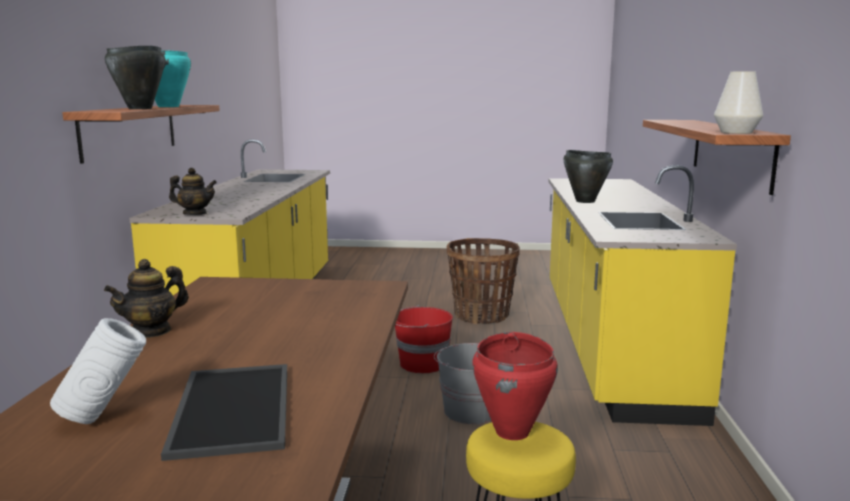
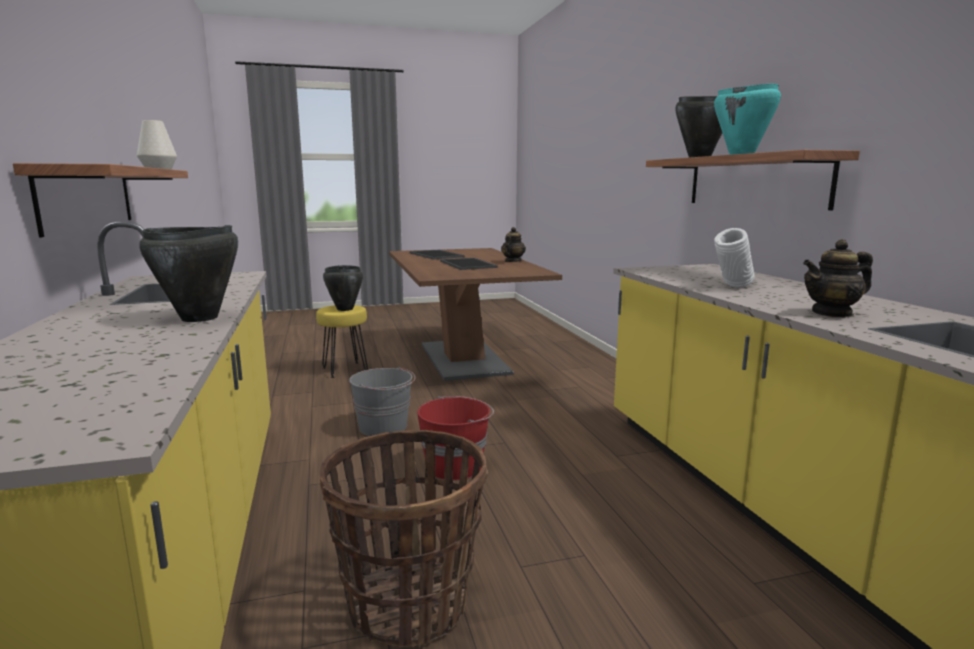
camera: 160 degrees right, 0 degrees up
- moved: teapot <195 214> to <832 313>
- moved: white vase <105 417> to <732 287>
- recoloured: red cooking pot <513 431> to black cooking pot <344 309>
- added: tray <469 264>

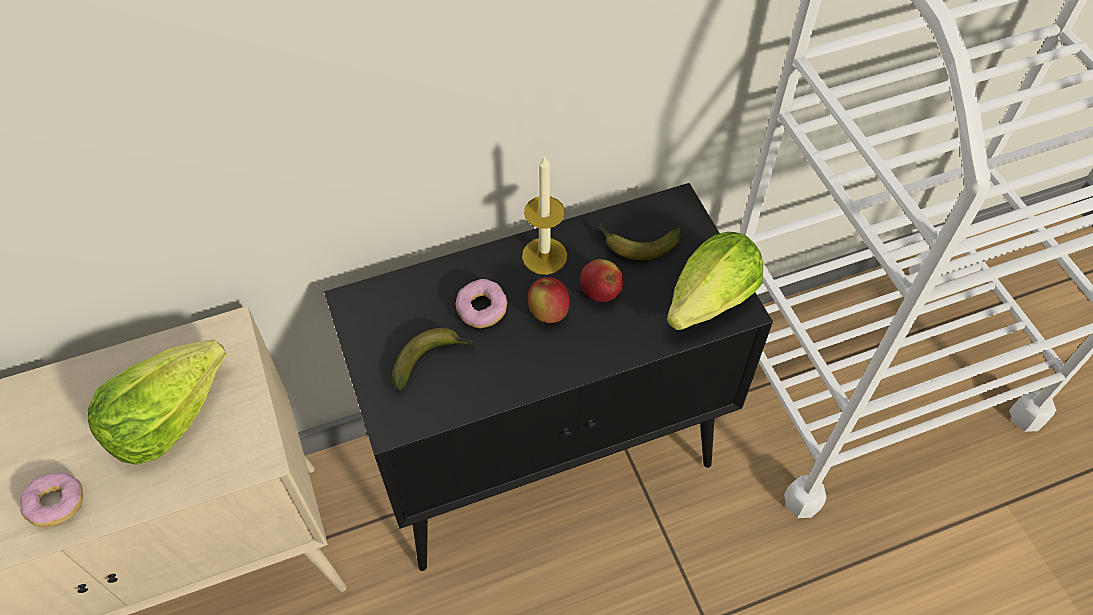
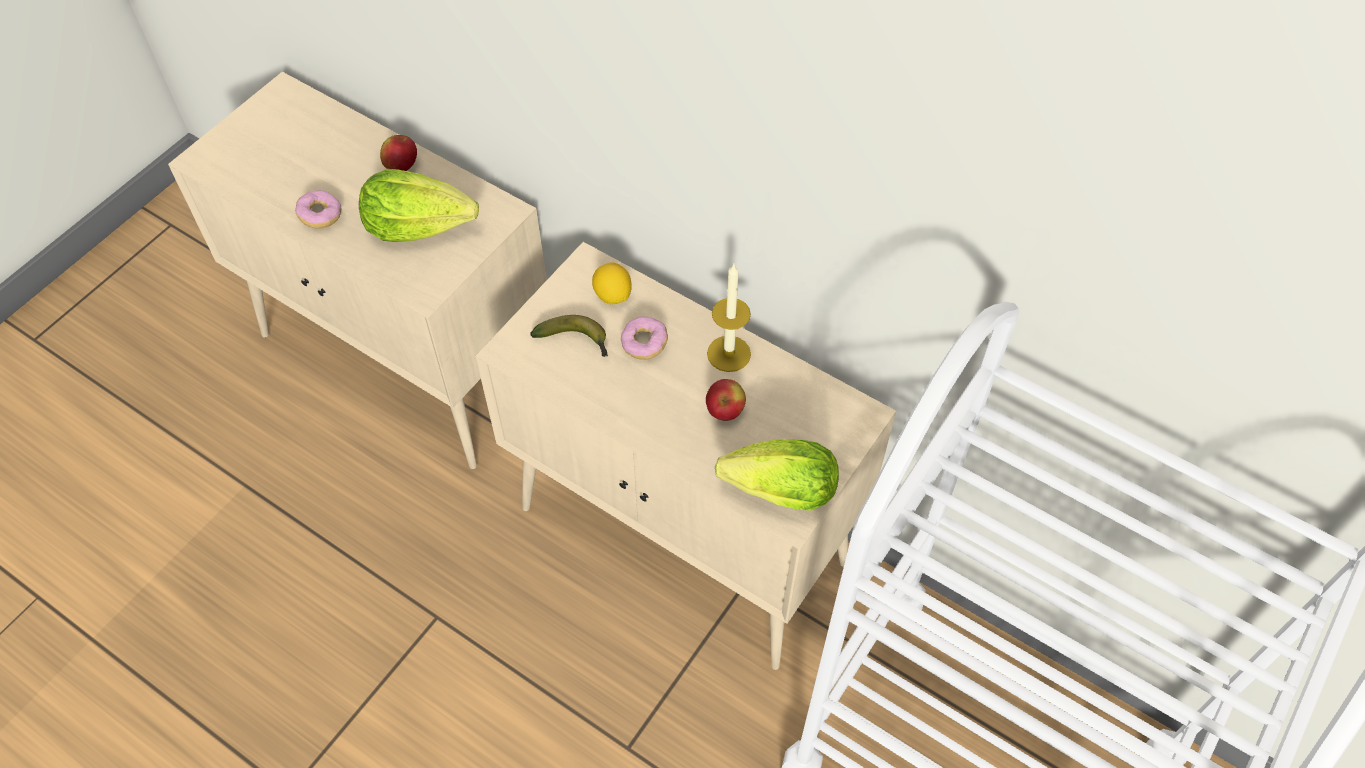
camera: 55 degrees right, 0 degrees up
- recoloured: black cabinet <549 457> to beige cabinet <686 537>
- removed: banana <636 244>
- moved: apple <548 312> to <402 166>
- added: lemon <613 295>

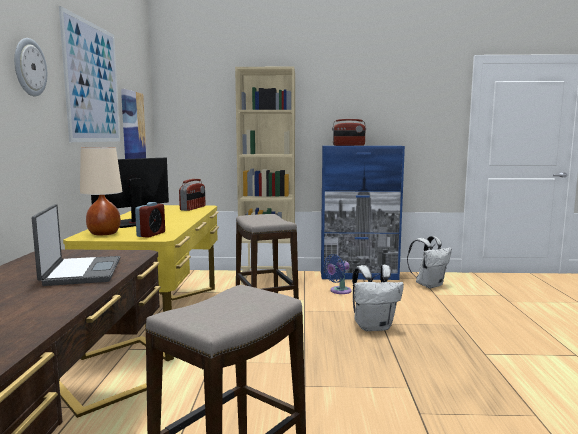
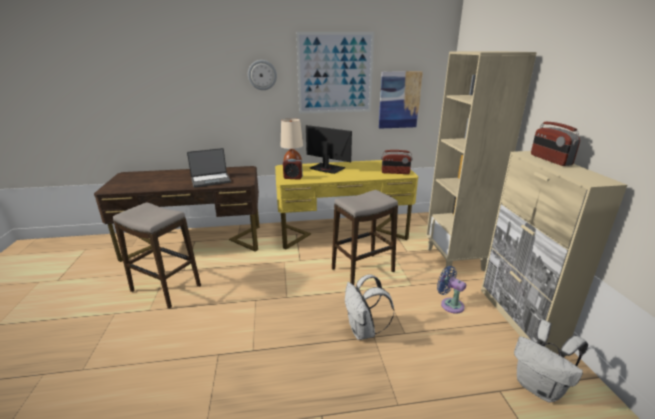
camera: 80 degrees right, 15 degrees up
- recoloured: blue cabinet <359 276> to beige cabinet <519 318>

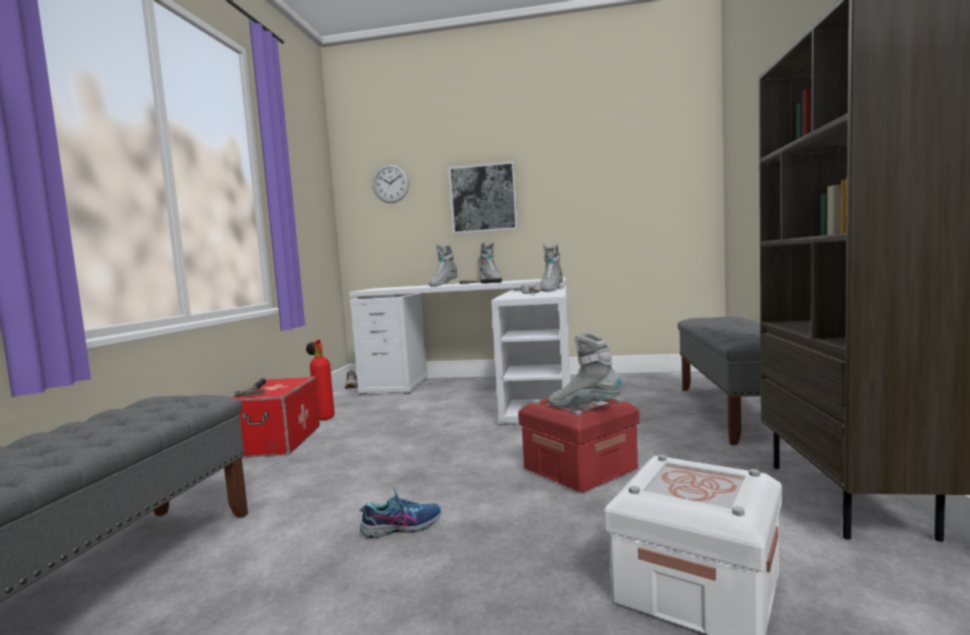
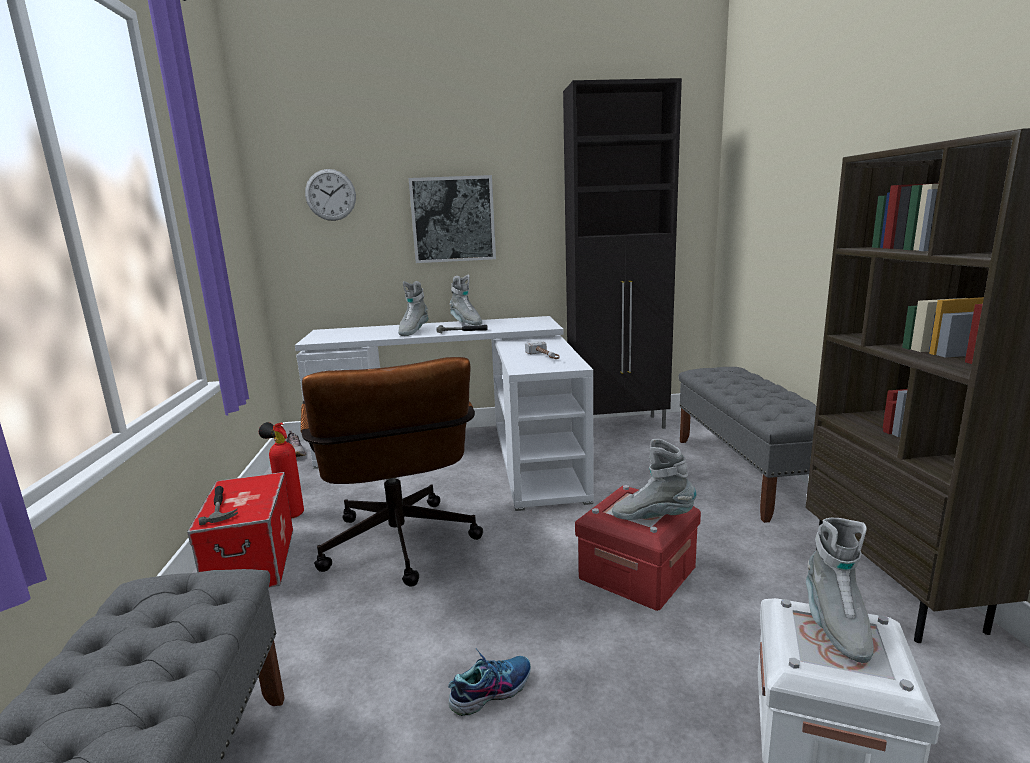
camera: 15 degrees left, 10 degrees up
- moved: grey boot <551 290> to <834 624>
- added: black cabinet <619 425>
- added: brown office chair <400 550>

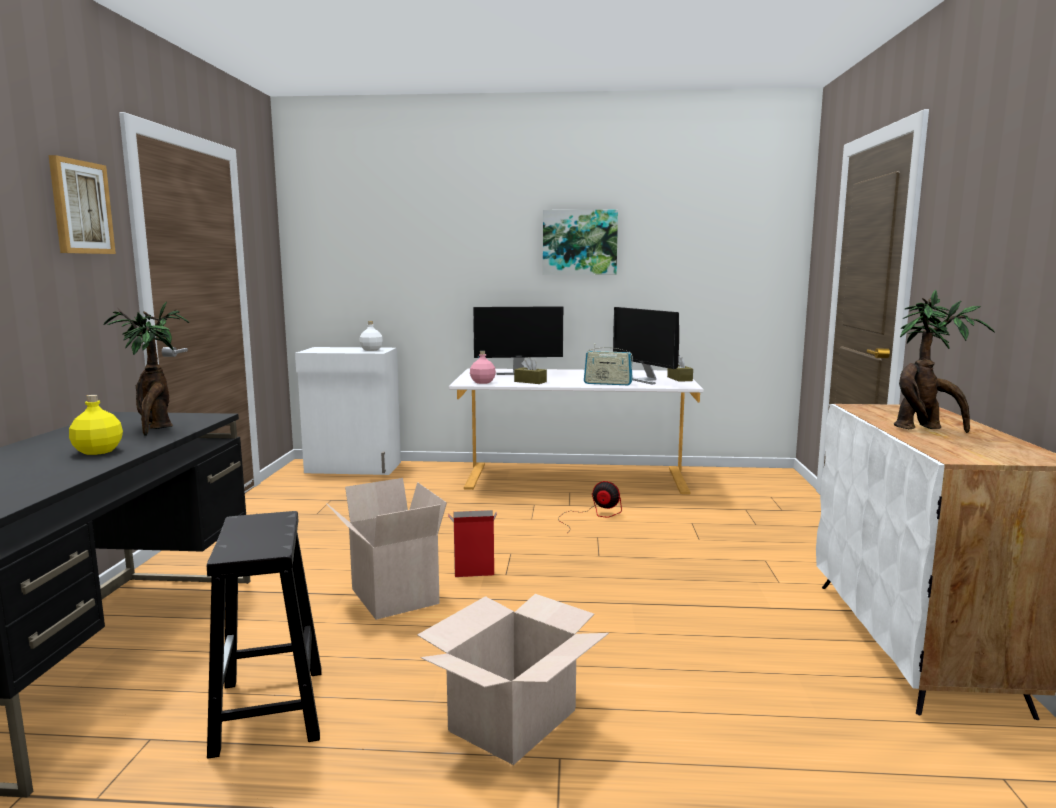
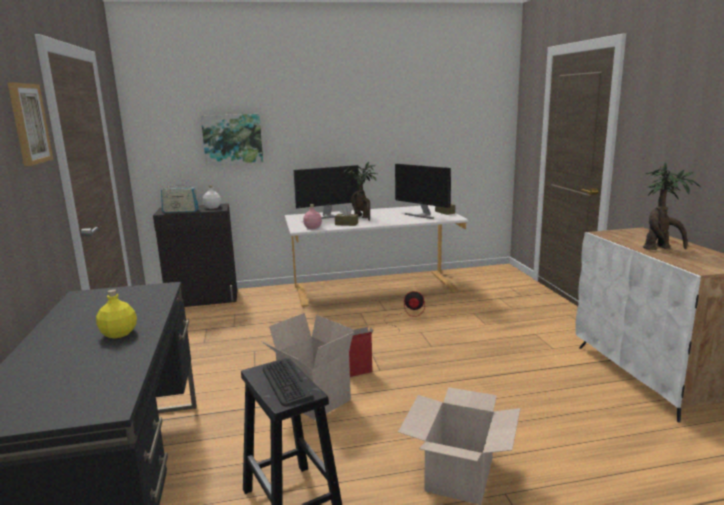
camera: 15 degrees left, 5 degrees up
- moved: picture <579 242> to <232 139>
- moved: potted plant <156 428> to <362 218>
- moved: radio <608 383> to <180 211>
- recoloured: white cabinet <353 468> to black cabinet <203 299>
- added: keyboard <286 382>

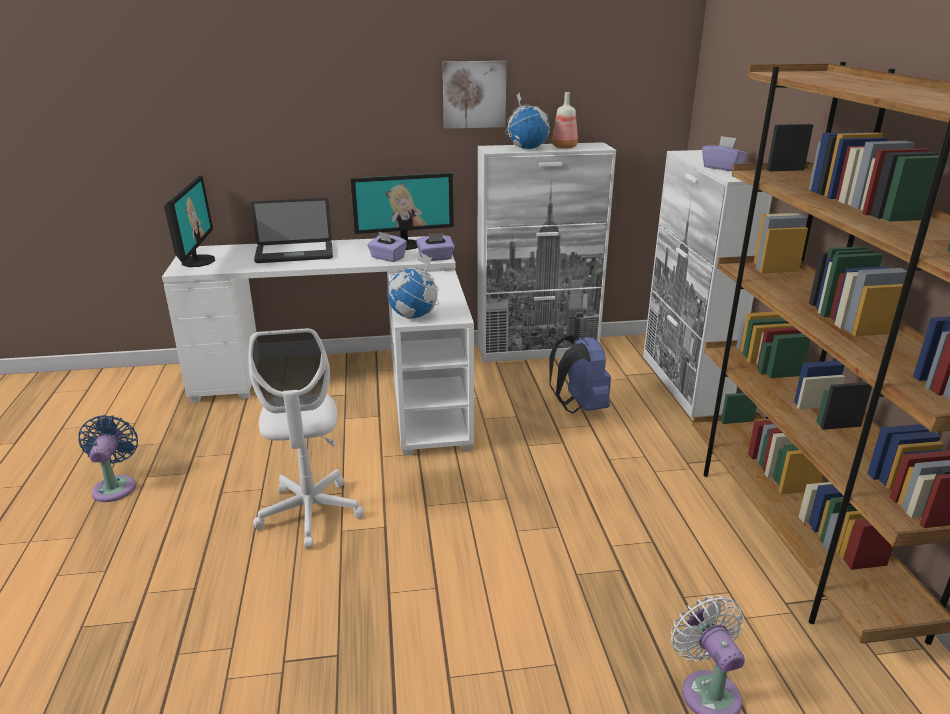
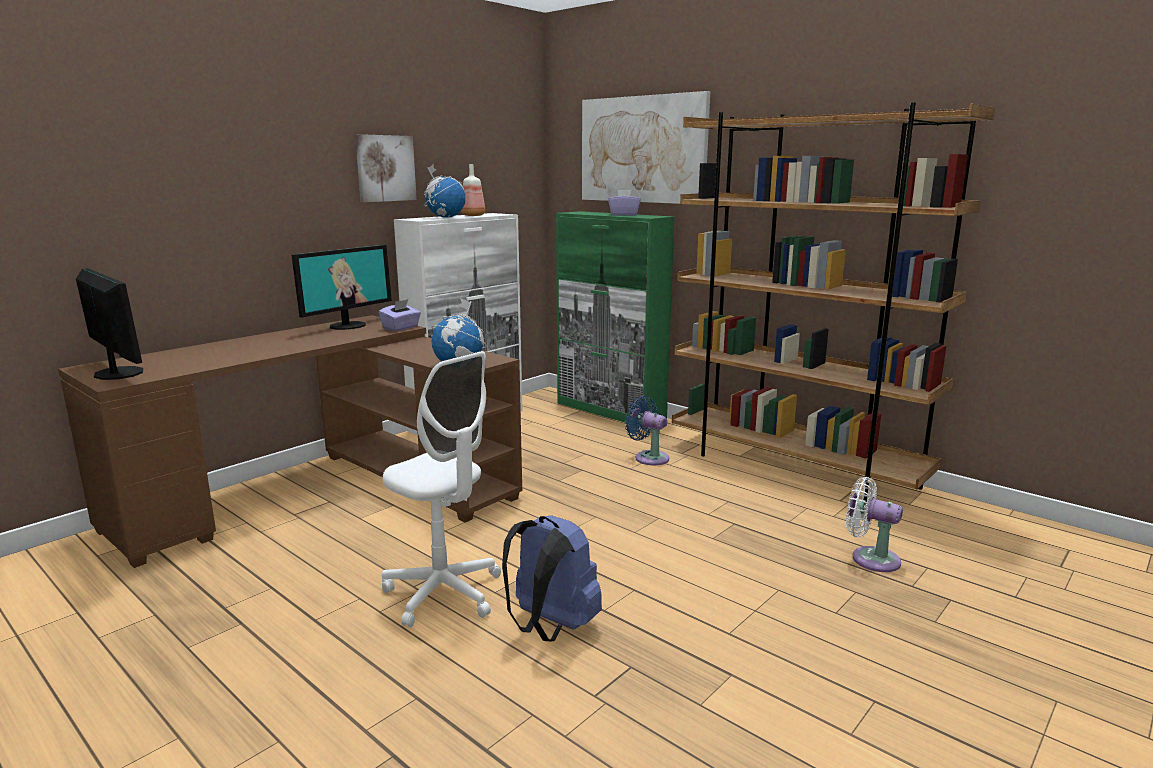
camera: 40 degrees left, 10 degrees down
- recoloured: white cabinet <684 383> to green cabinet <610 411>
- removed: laptop <294 254>
- removed: purple tissue box <387 258>
- recoloured: white desk <353 385> to brown desk <326 492>
- moved: blue backpack <579 407> to <550 627>
- moved: blue fan <115 486> to <648 457>
- added: picture <642 149>

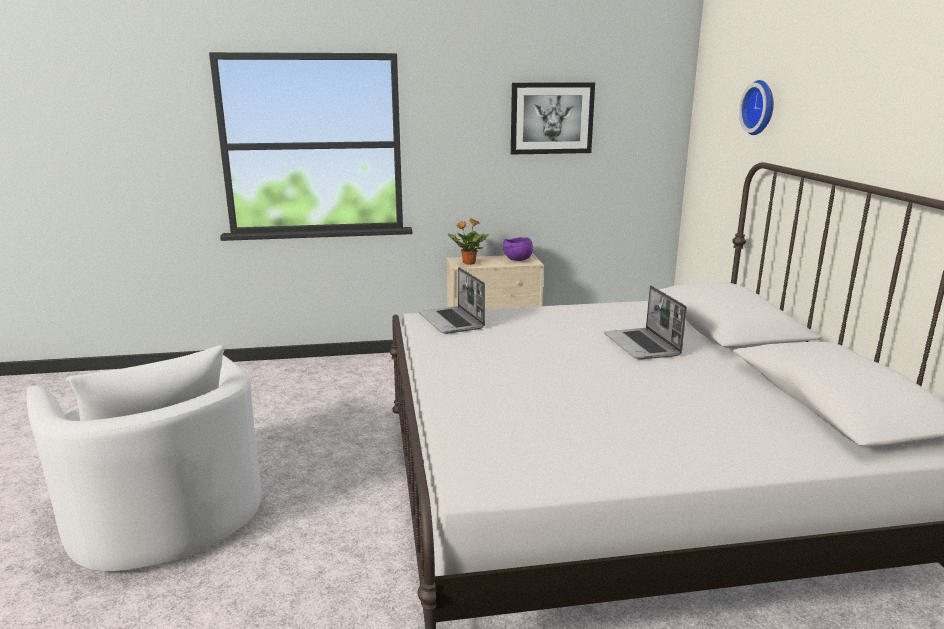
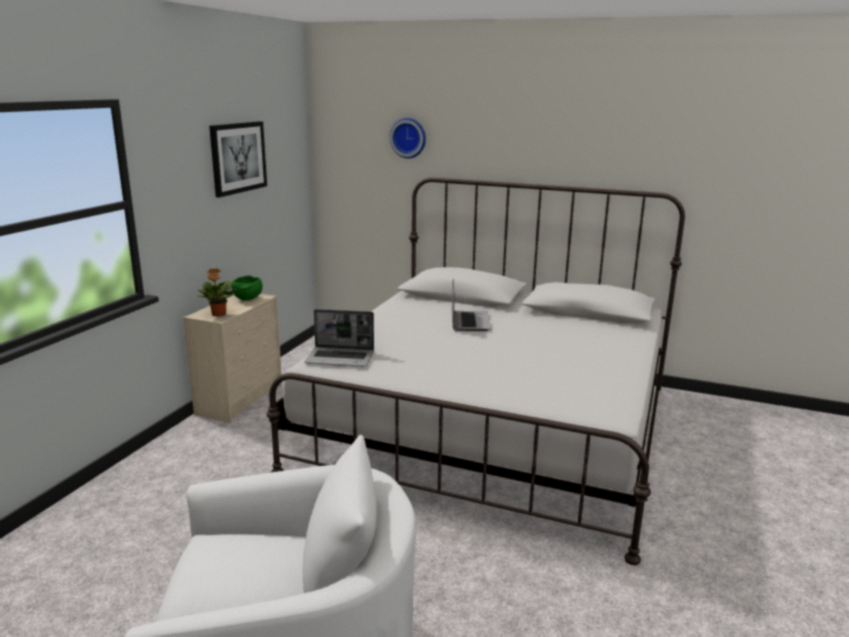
camera: 60 degrees left, 0 degrees up
- recoloured: purple bowl <517 260> to green bowl <248 299>
- turned: laptop <642 345> = <469 322> 105 degrees counterclockwise

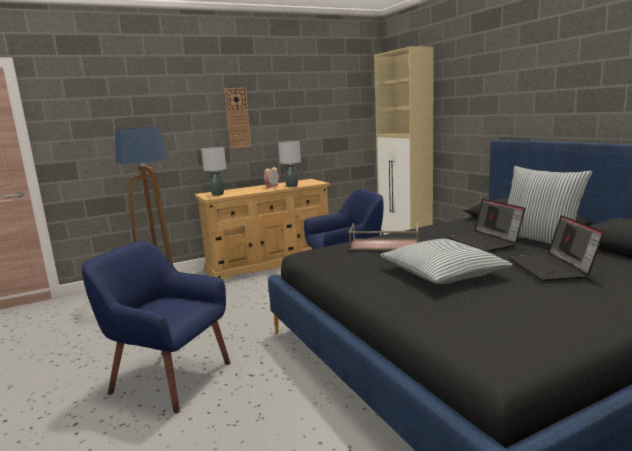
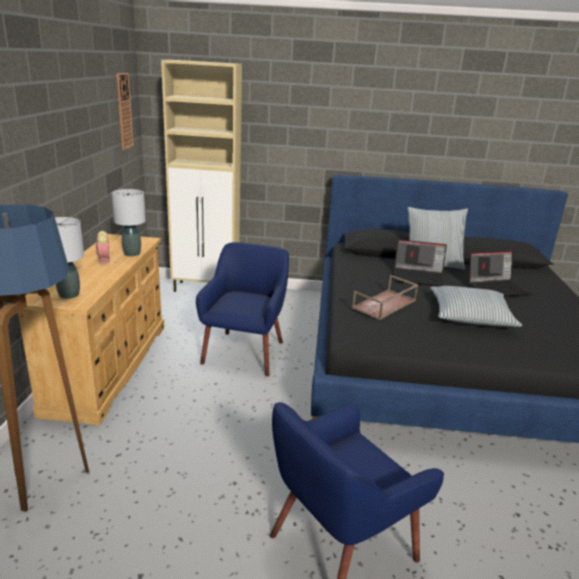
camera: 60 degrees left, 10 degrees up
- moved: wall clock <237 118> to <124 111>
- turned: laptop <552 268> = <497 288> 45 degrees counterclockwise

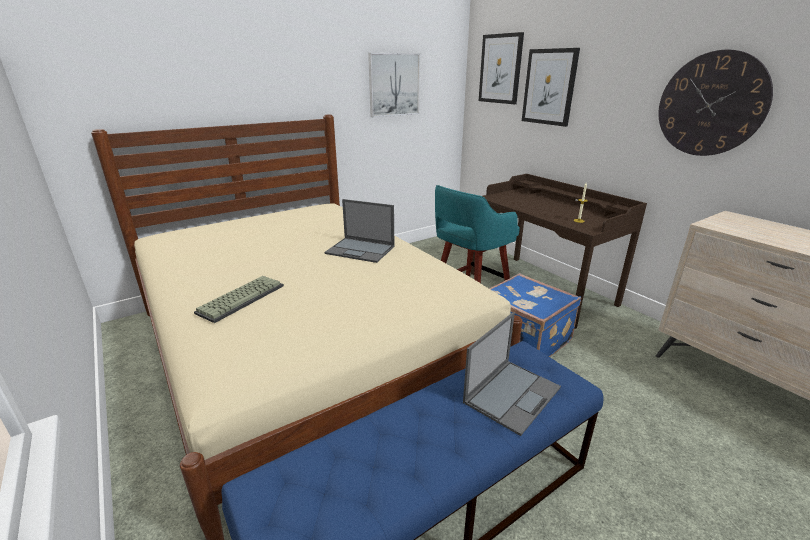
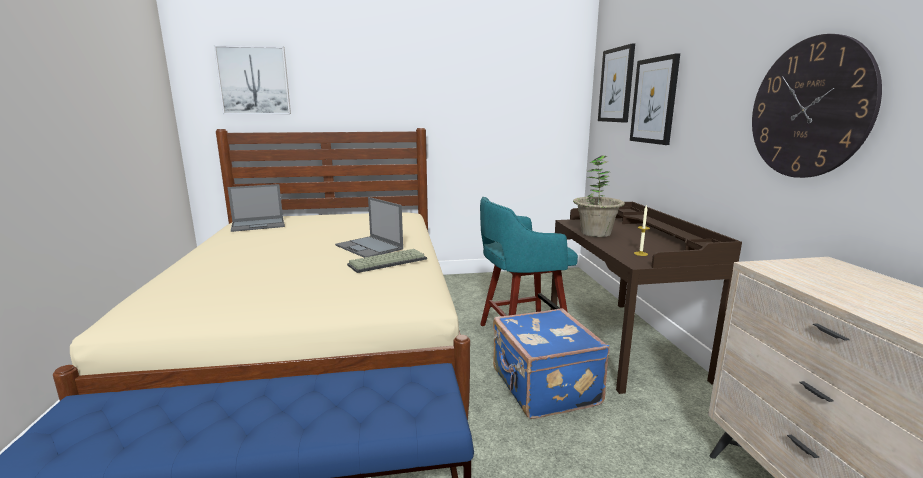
camera: 25 degrees right, 10 degrees down
- moved: picture <394 85> to <254 80>
- moved: keyboard <241 298> to <388 261>
- moved: laptop <512 394> to <259 225>
- added: potted plant <595 233>

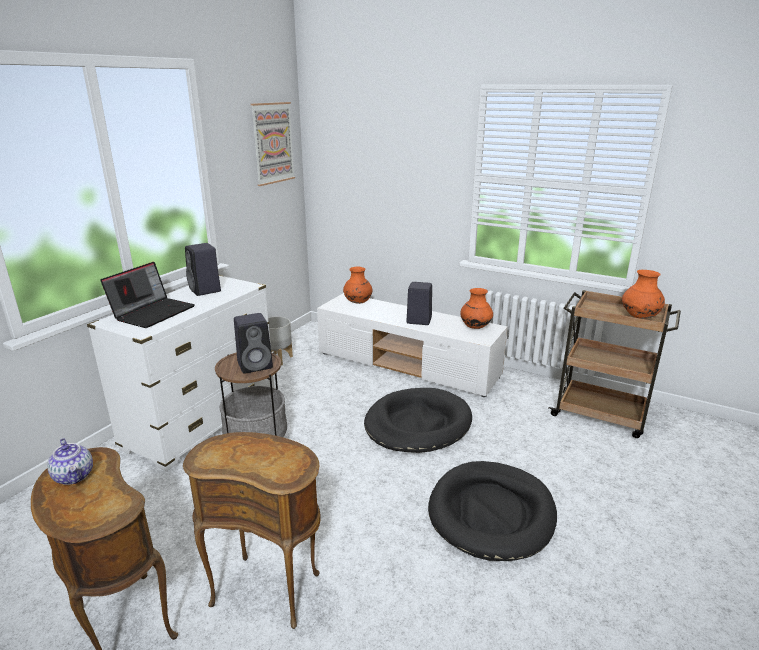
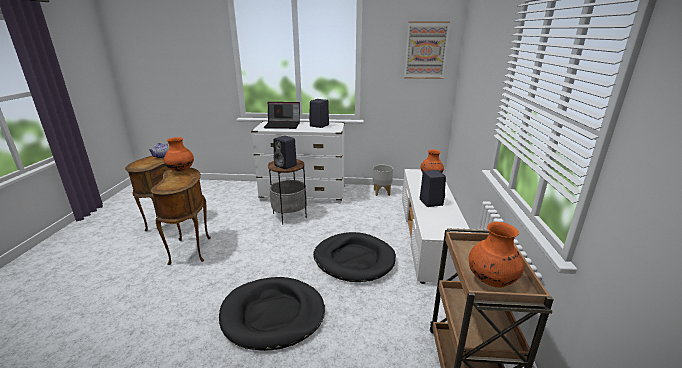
camera: 65 degrees right, 0 degrees up
- moved: orange vase <475 327> to <181 170>

